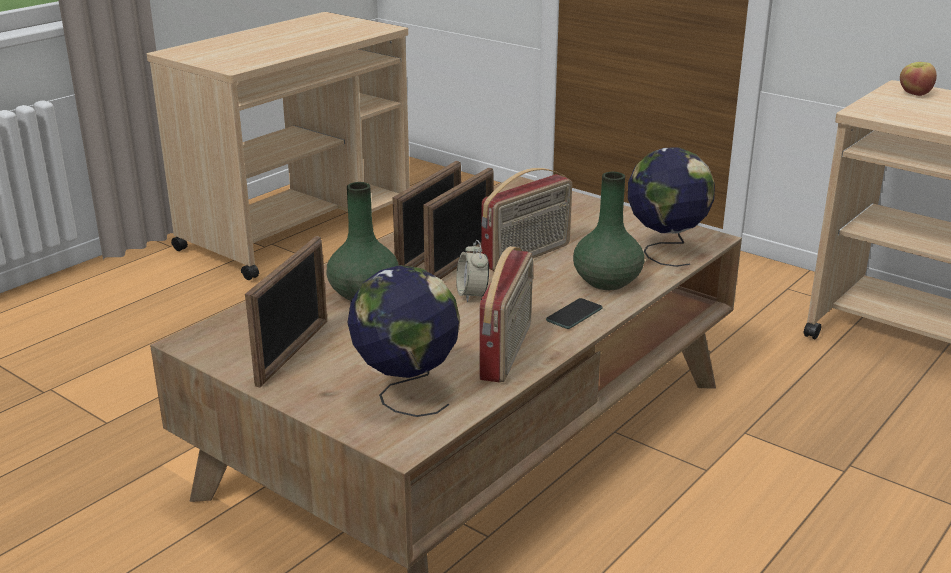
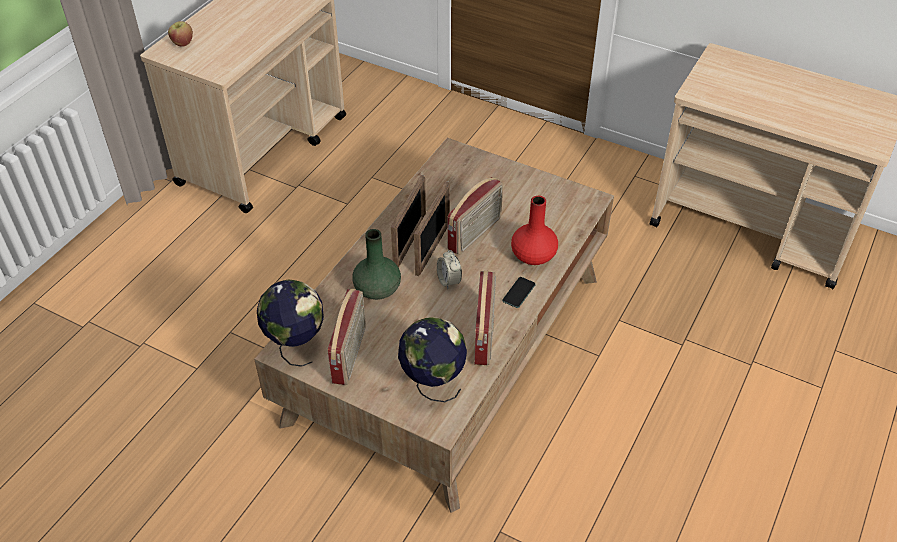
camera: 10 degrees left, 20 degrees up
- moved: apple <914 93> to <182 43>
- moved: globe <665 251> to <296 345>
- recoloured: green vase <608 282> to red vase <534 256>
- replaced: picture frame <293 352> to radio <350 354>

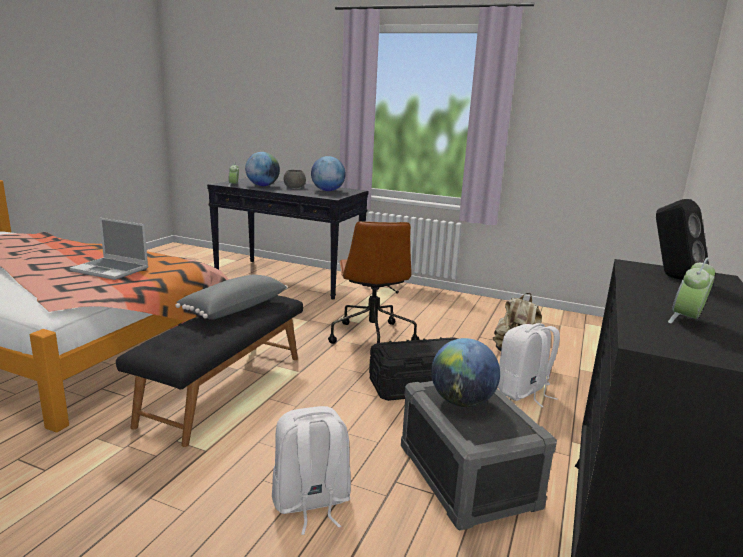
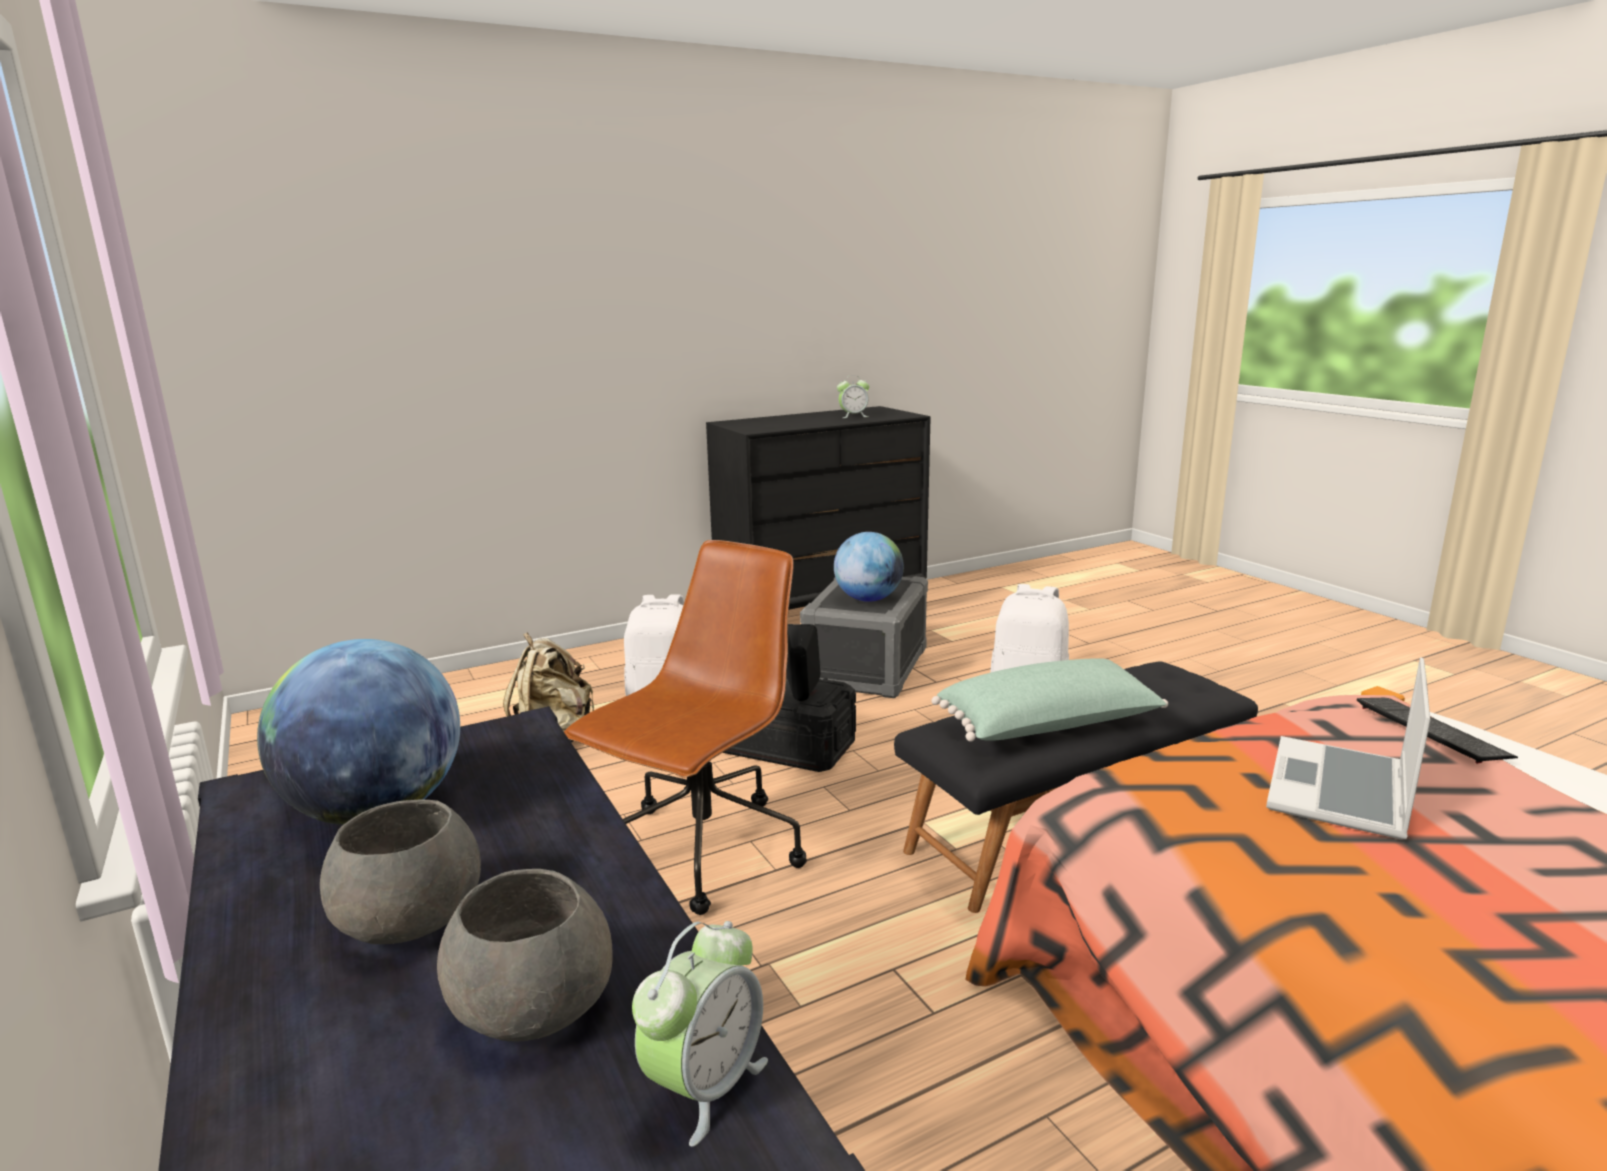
camera: 140 degrees left, 0 degrees up
- replaced: globe <263 186> to grey bowl <536 1006>
- moved: black speaker <671 277> to <801 700>
- turned: laptop <111 270> = <1340 792> 120 degrees counterclockwise
- recoloured: grey pillow <234 308> to green pillow <1048 728>
- added: keyboard <1431 731>

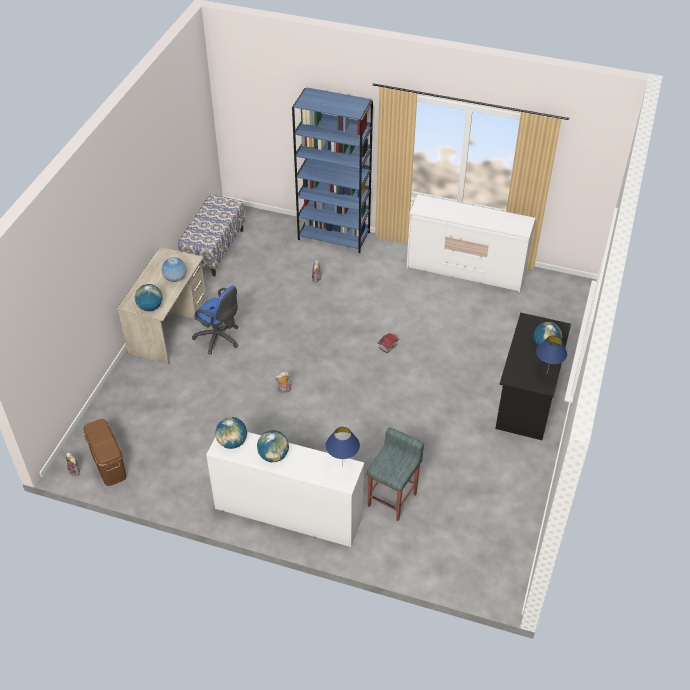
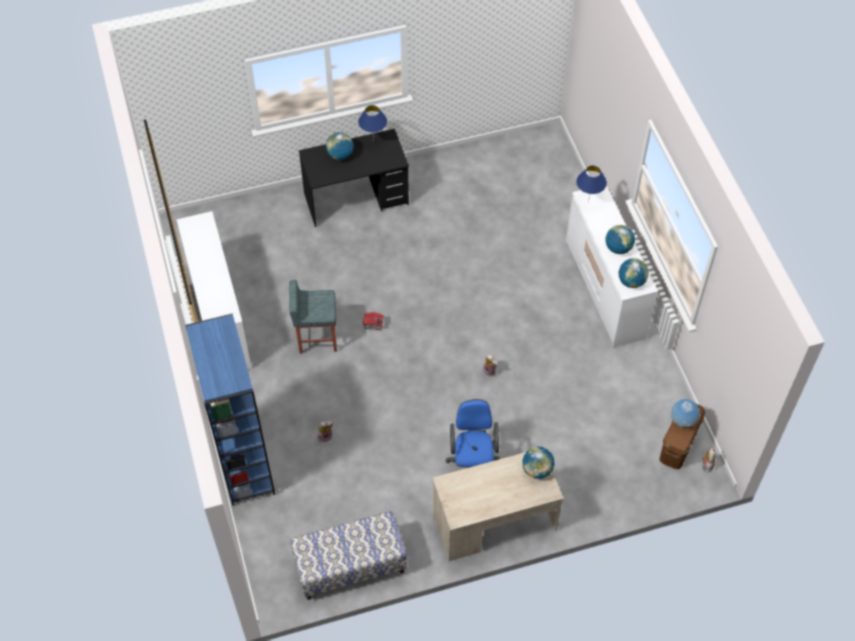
camera: 125 degrees left, 10 degrees up
- moved: globe <175 279> to <682 421>
- moved: grey stool <392 499> to <317 338>

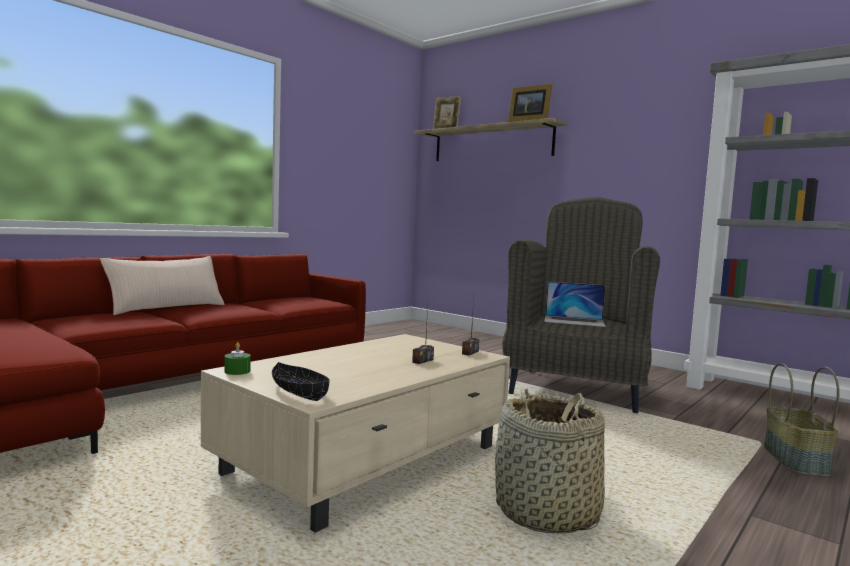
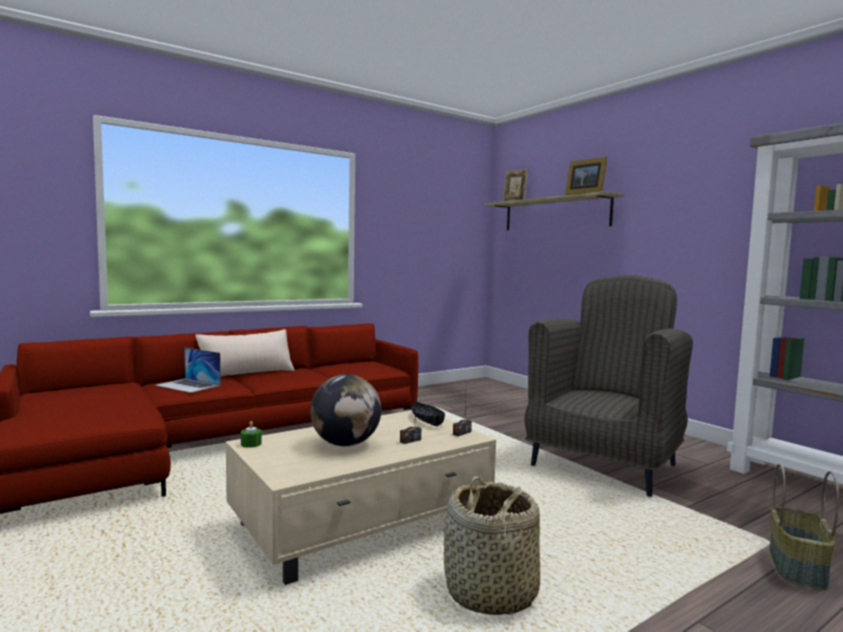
camera: 15 degrees right, 0 degrees up
- moved: laptop <574 321> to <188 385>
- moved: black bowl <298 391> to <427 420>
- added: globe <345 444>

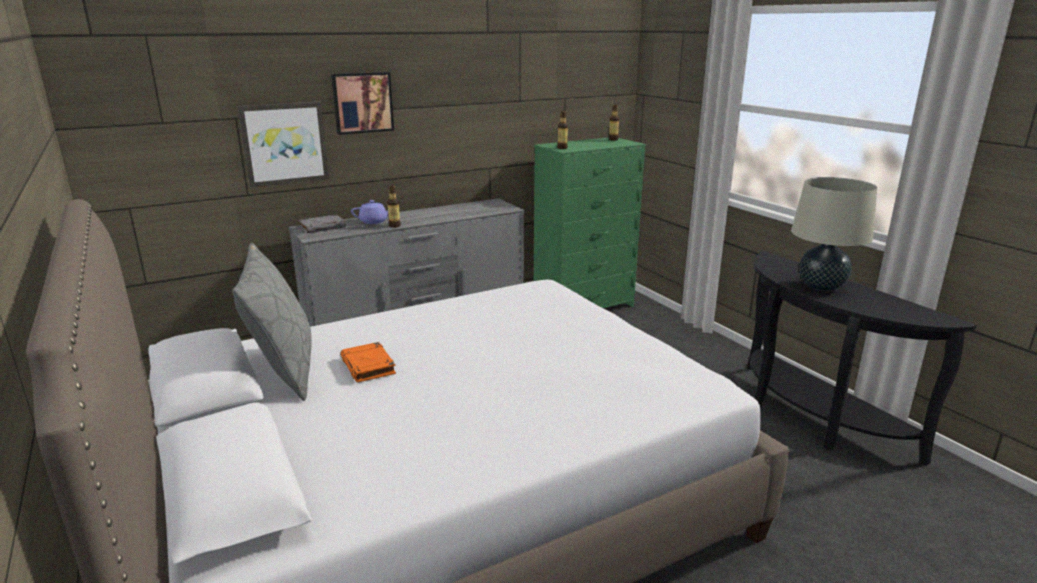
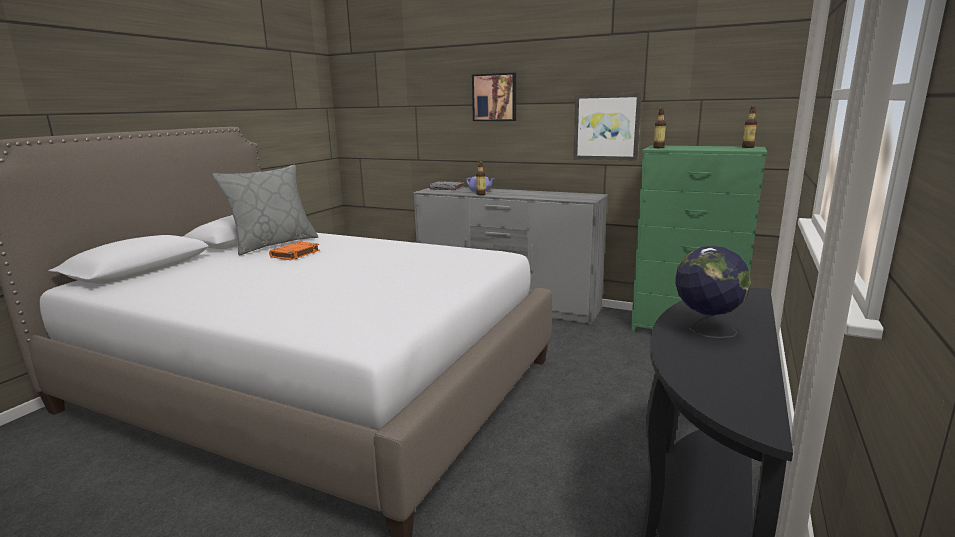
camera: 55 degrees right, 5 degrees down
- moved: picture <284 143> to <606 127>
- replaced: beige table lamp <821 287> to globe <706 330>

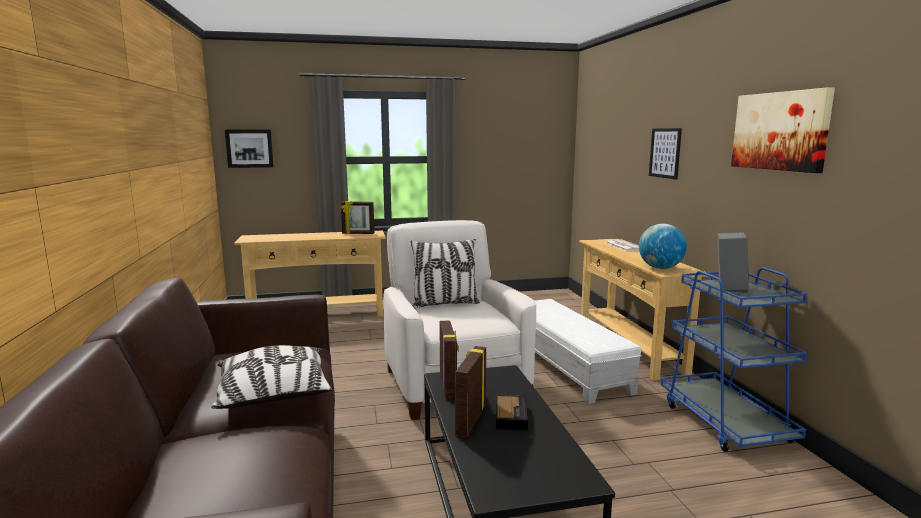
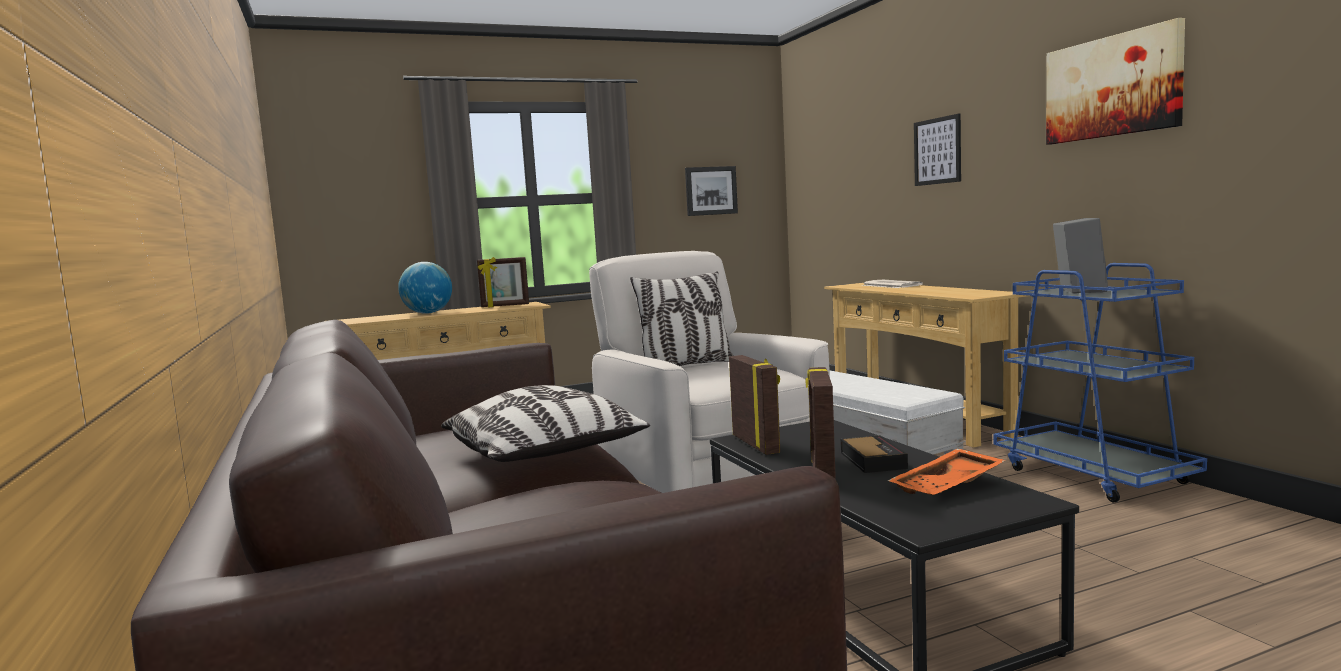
camera: 10 degrees left, 5 degrees down
- moved: picture <249 148> to <710 191>
- moved: globe <660 268> to <428 313>
- added: orange tray <948 486>

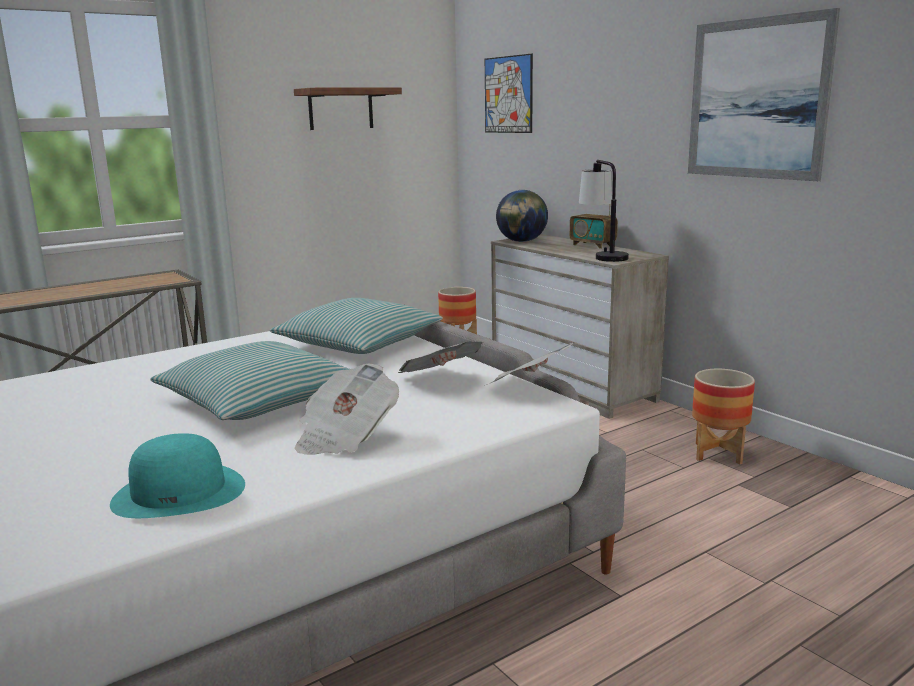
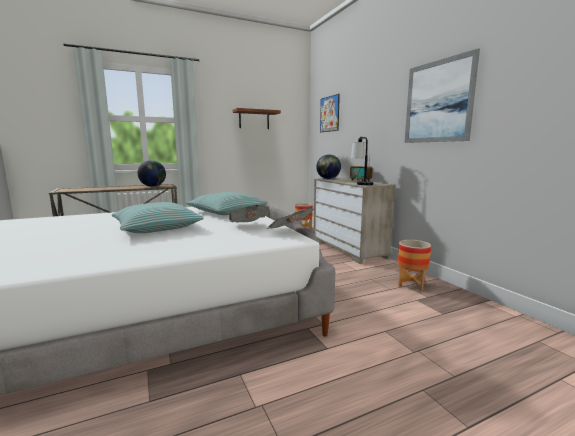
camera: 10 degrees right, 5 degrees down
- removed: newspaper <345 437>
- removed: turquoise hat <179 492>
- added: globe <153 186>

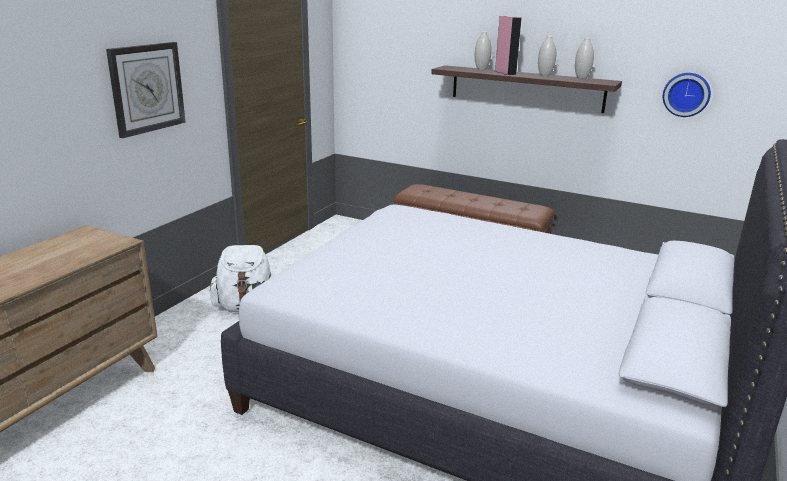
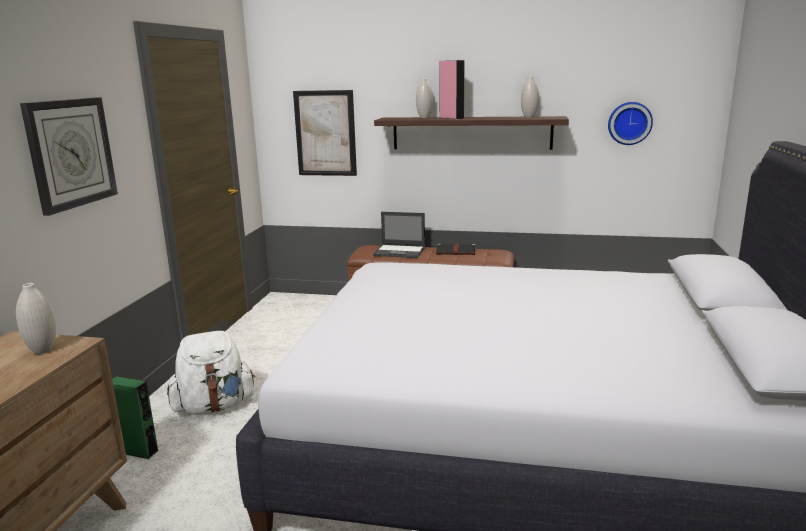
camera: 15 degrees left, 5 degrees down
- moved: white vase <545 76> to <42 350>
- added: picture <325 133>
- added: laptop <400 251>
- added: black book <456 251>
- added: green speaker <138 451>

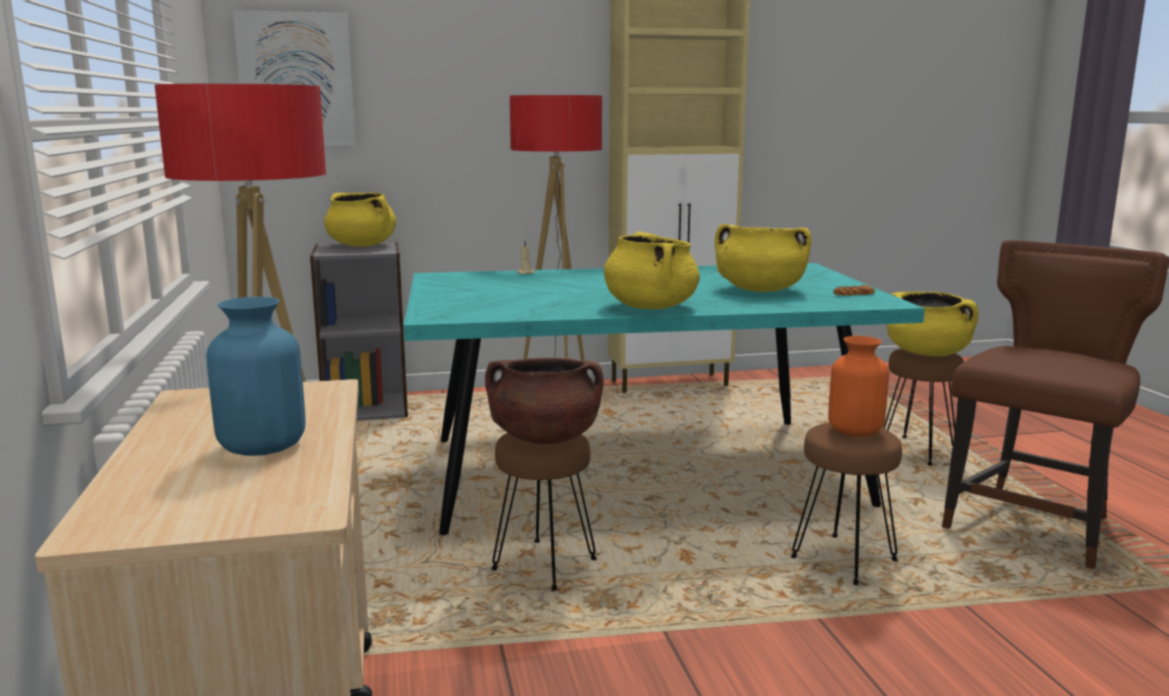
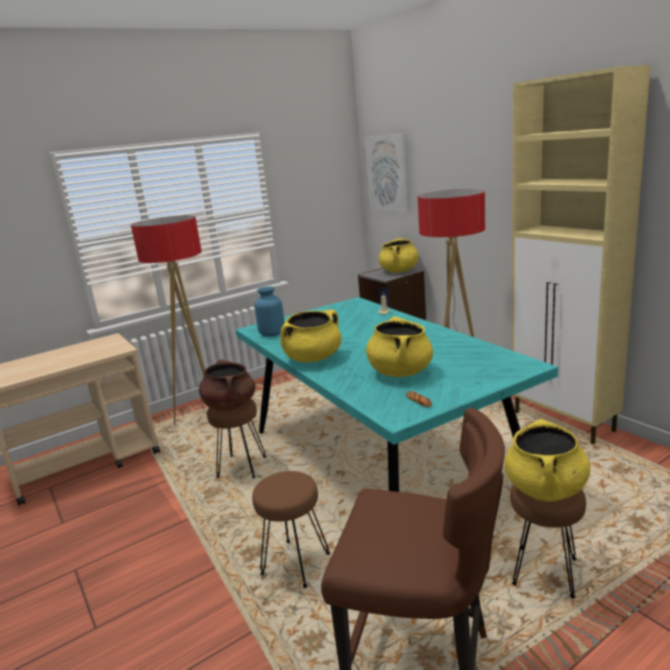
camera: 70 degrees right, 5 degrees up
- moved: blue vase <262 446> to <272 334>
- removed: orange vase <855 431>

